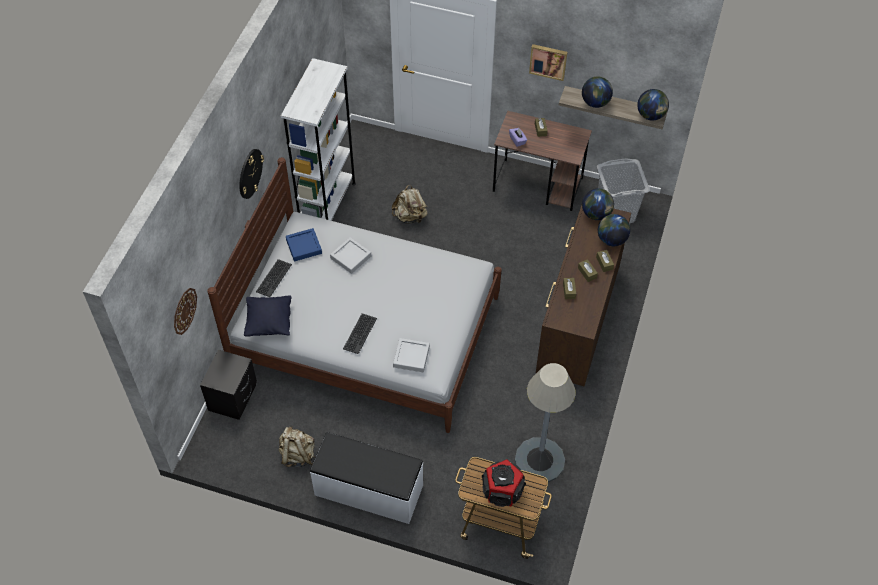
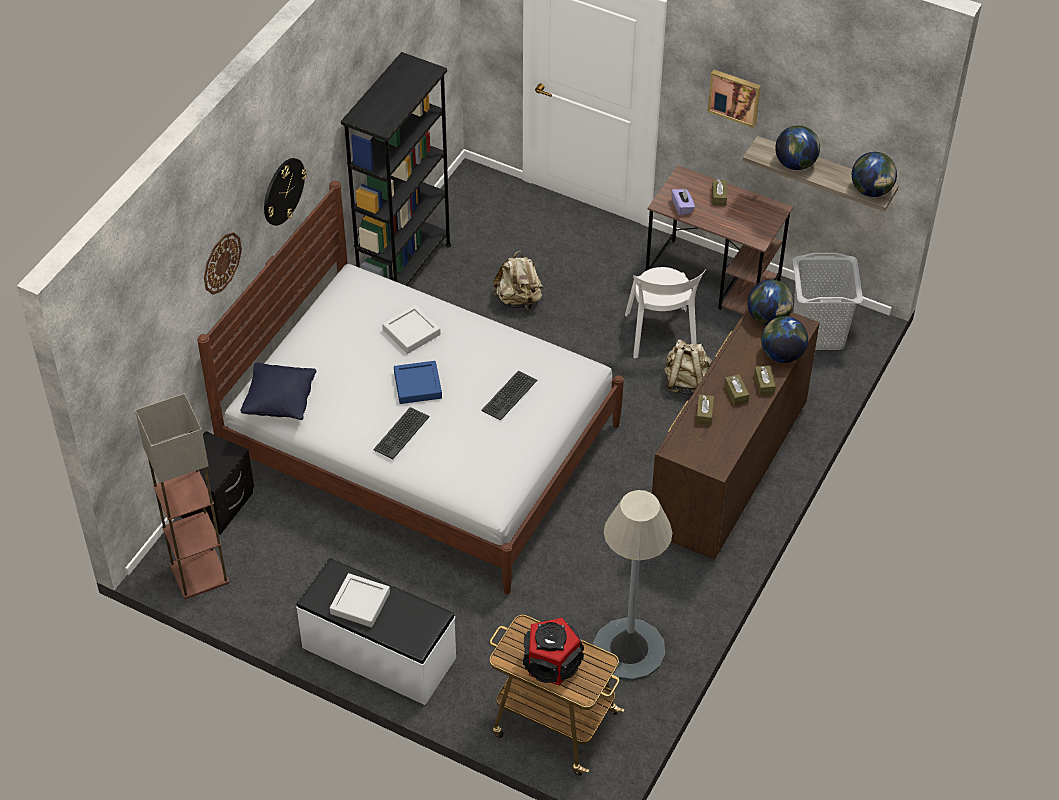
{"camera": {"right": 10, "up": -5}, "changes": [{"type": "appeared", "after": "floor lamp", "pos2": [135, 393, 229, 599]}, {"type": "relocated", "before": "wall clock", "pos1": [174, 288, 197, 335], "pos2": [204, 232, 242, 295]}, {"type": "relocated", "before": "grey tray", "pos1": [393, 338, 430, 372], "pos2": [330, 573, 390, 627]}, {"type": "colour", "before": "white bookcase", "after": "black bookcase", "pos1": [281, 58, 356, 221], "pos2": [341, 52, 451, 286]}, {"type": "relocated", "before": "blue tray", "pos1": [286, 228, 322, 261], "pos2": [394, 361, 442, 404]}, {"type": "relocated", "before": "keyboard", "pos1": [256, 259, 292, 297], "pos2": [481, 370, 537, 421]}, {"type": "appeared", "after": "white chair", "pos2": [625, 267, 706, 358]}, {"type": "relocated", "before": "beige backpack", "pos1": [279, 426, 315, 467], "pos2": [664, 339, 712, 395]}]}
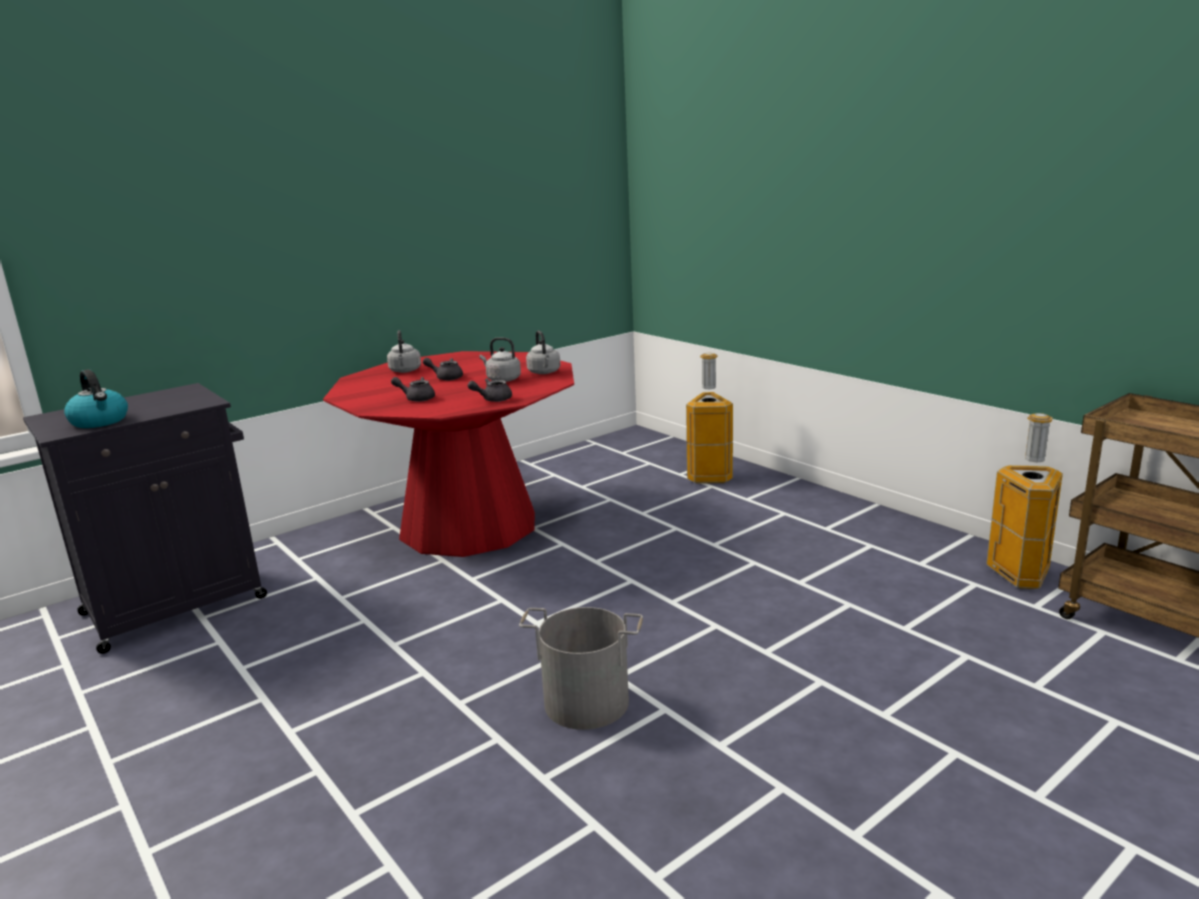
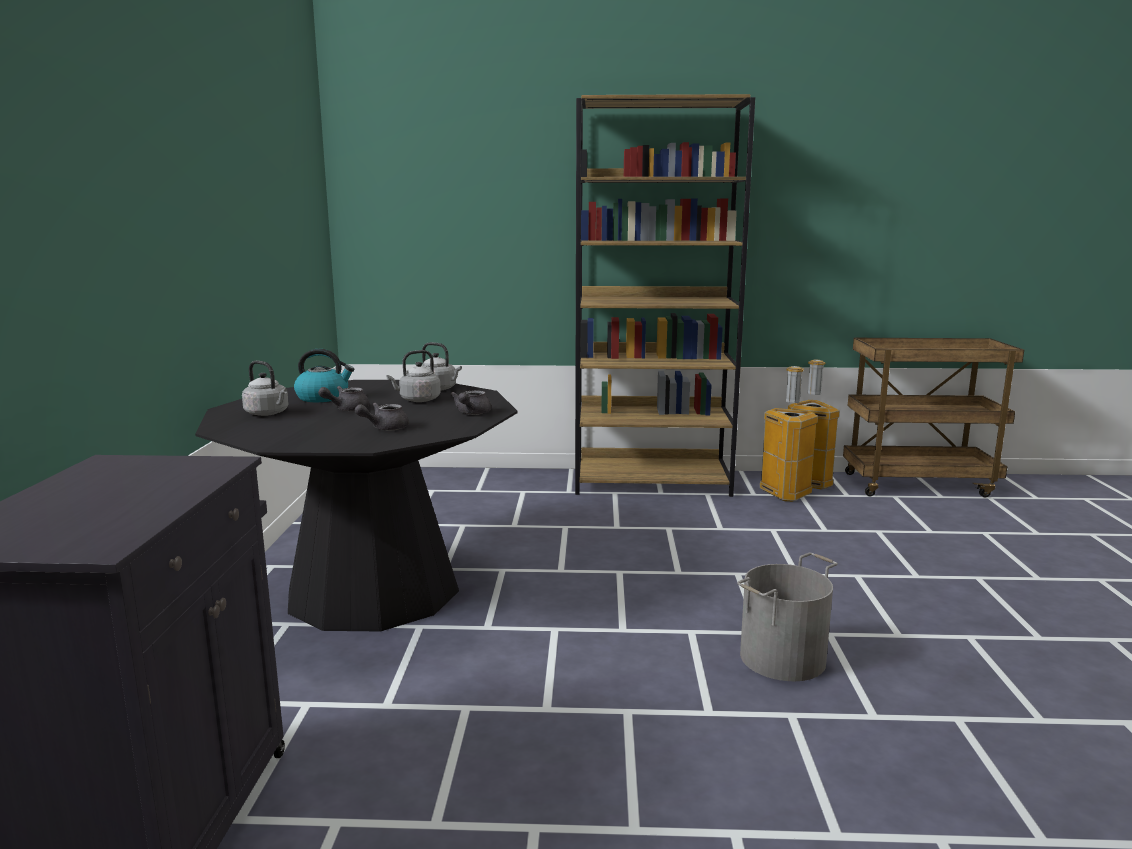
{"camera": {"right": -50, "up": -5}, "changes": [{"type": "colour", "before": "red dining table", "after": "black dining table", "pos1": [323, 351, 574, 557], "pos2": [195, 380, 517, 632]}, {"type": "relocated", "before": "kettle", "pos1": [64, 369, 128, 428], "pos2": [294, 349, 354, 402]}, {"type": "appeared", "after": "brown bookcase", "pos2": [575, 94, 755, 497]}, {"type": "relocated", "before": "trash can", "pos1": [686, 353, 733, 484], "pos2": [760, 366, 818, 502]}]}
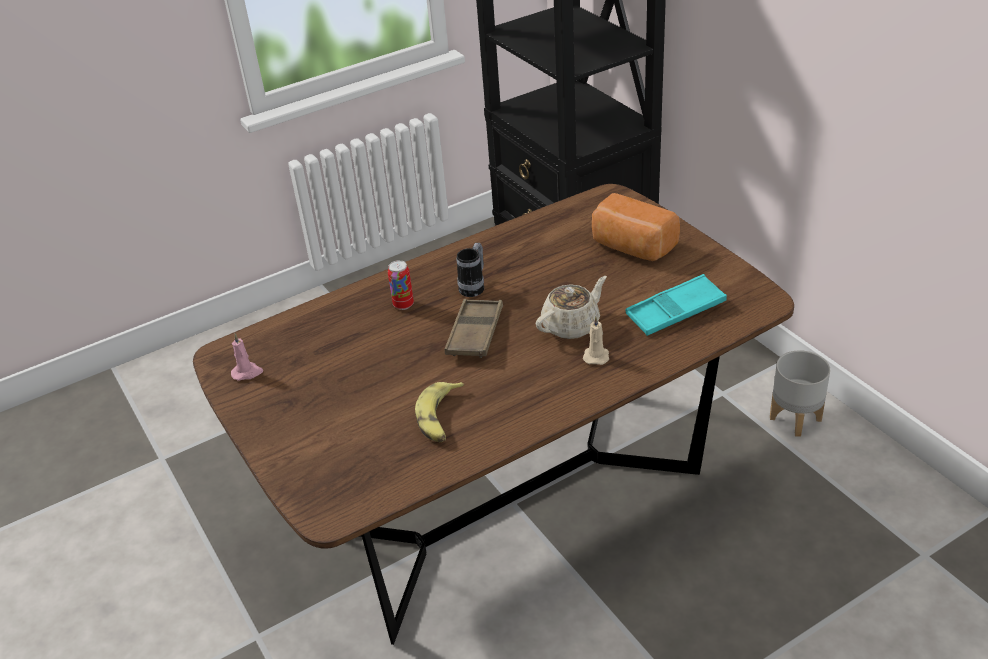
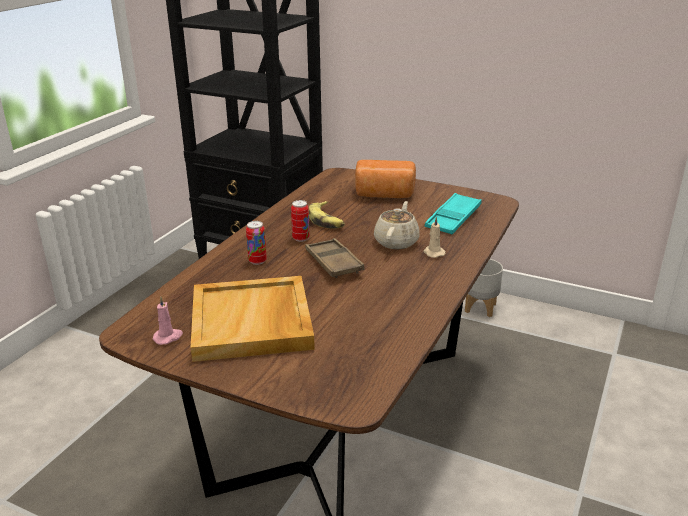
{"camera": {"right": -35, "up": -10}, "changes": [{"type": "appeared", "after": "beige tray", "pos2": [190, 276, 315, 362]}, {"type": "exchanged", "before": "mug", "after": "can", "pos1": [457, 243, 484, 297], "pos2": [291, 200, 309, 242]}, {"type": "relocated", "before": "banana", "pos1": [415, 382, 464, 442], "pos2": [309, 201, 345, 229]}]}
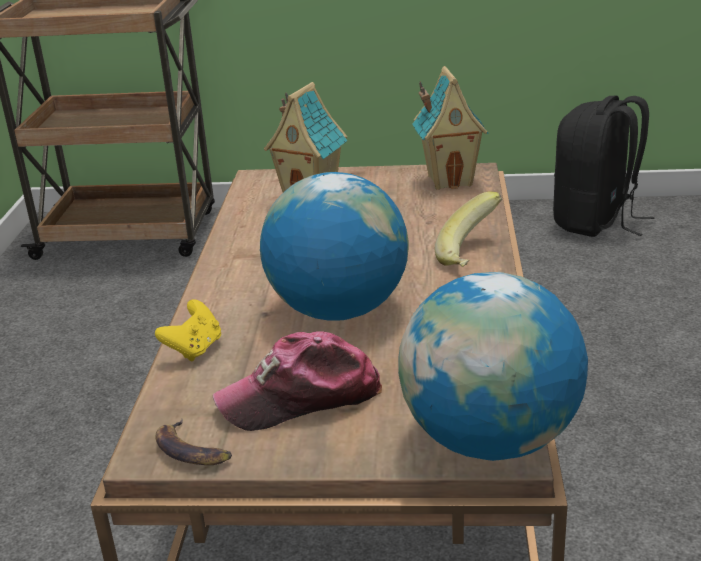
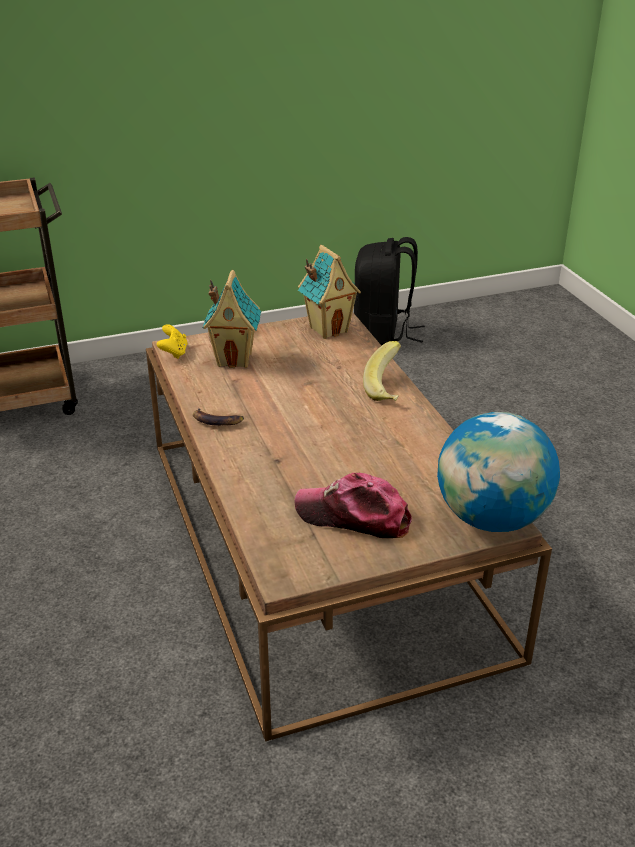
{"camera": {"right": -25, "up": 5}, "changes": [{"type": "relocated", "before": "yellow game controller", "pos1": [155, 300, 221, 362], "pos2": [157, 324, 188, 359]}, {"type": "relocated", "before": "banana", "pos1": [155, 419, 232, 465], "pos2": [193, 408, 244, 426]}, {"type": "spun", "before": "cap", "pos1": [213, 331, 382, 431], "pos2": [295, 473, 412, 538], "turn": 60}, {"type": "missing", "before": "globe", "pos1": [260, 172, 409, 321]}]}
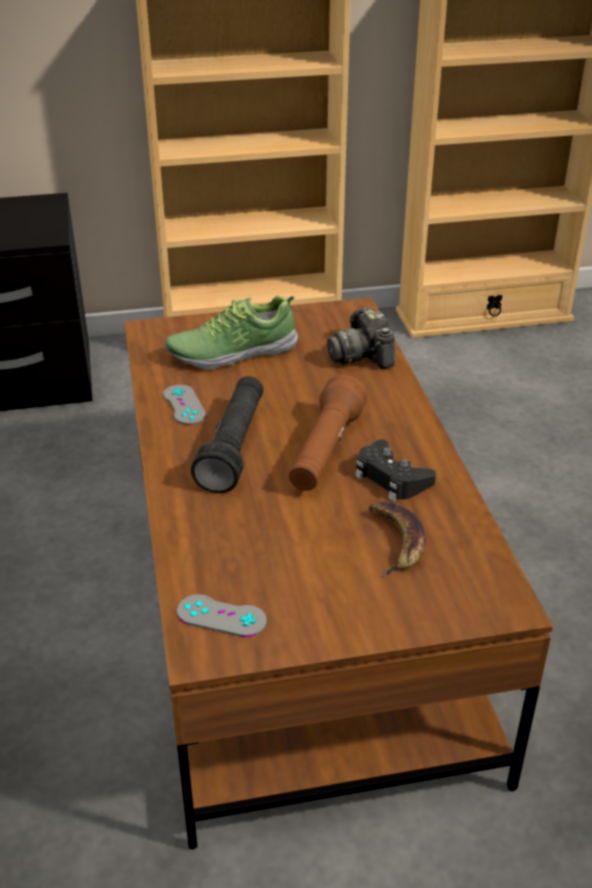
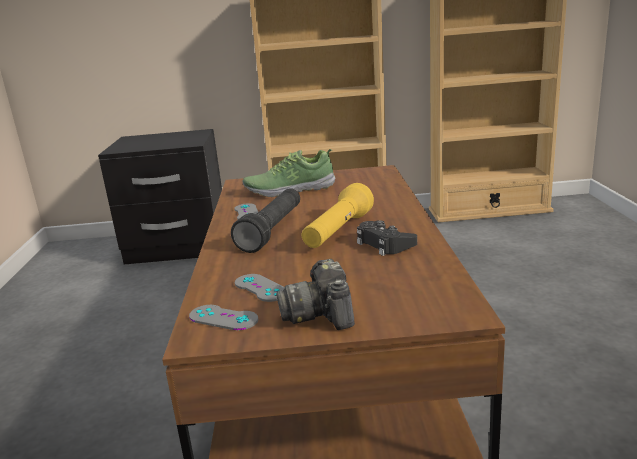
{"camera": {"right": 10, "up": -15}, "changes": [{"type": "appeared", "after": "grey game controller", "pos2": [235, 274, 285, 302]}, {"type": "relocated", "before": "photo camera", "pos1": [327, 307, 395, 369], "pos2": [276, 259, 355, 330]}, {"type": "colour", "before": "brown flashlight", "after": "yellow flashlight", "pos1": [289, 375, 367, 491], "pos2": [302, 183, 374, 248]}, {"type": "missing", "before": "banana", "pos1": [369, 502, 426, 577]}]}
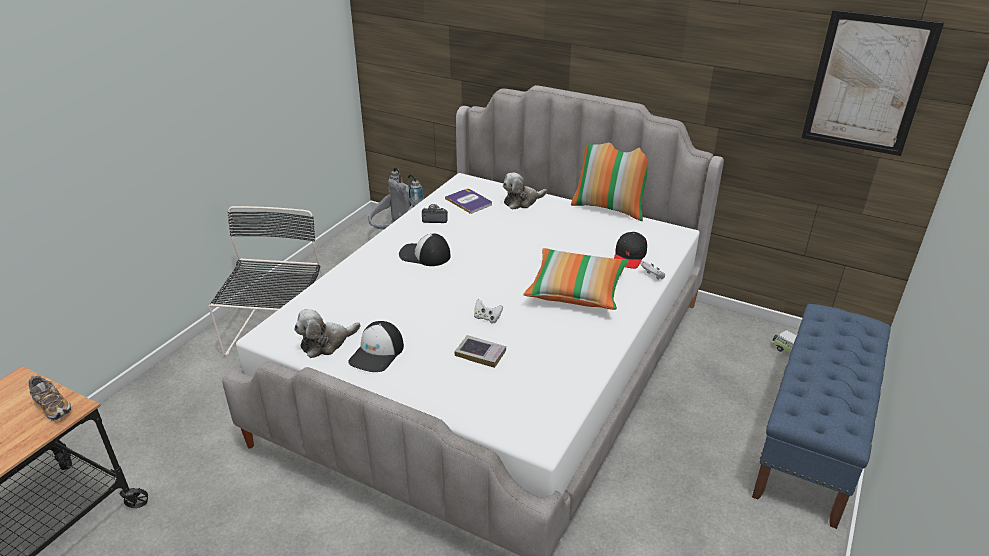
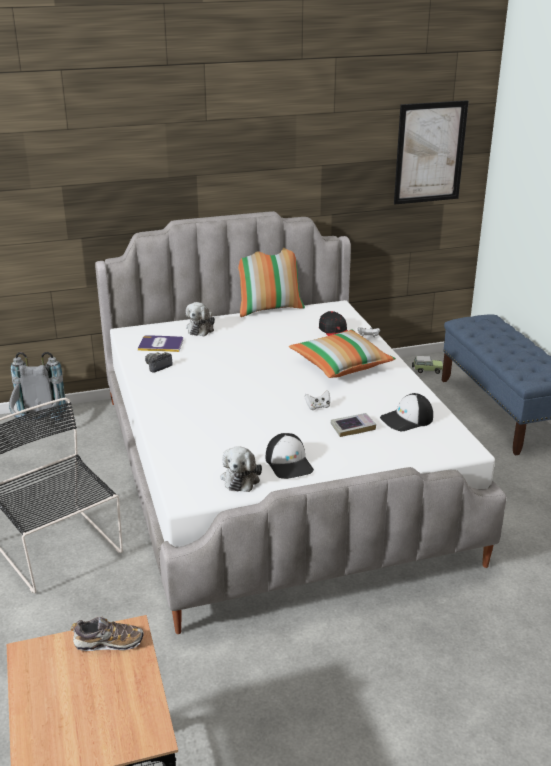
{"camera": {"right": -45, "up": -5}, "changes": [{"type": "relocated", "before": "cap", "pos1": [399, 234, 450, 266], "pos2": [380, 393, 433, 431]}]}
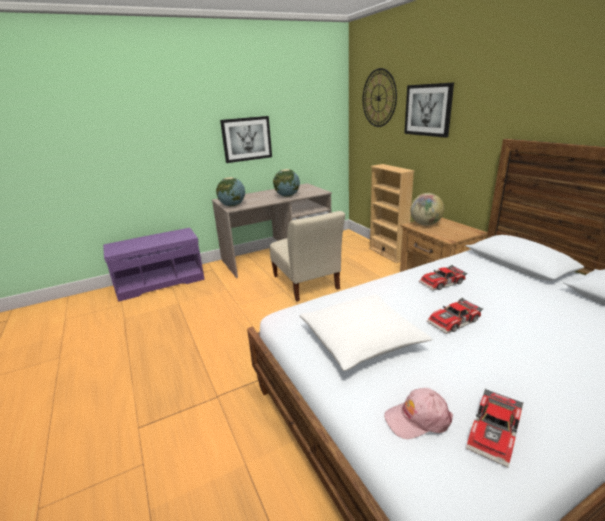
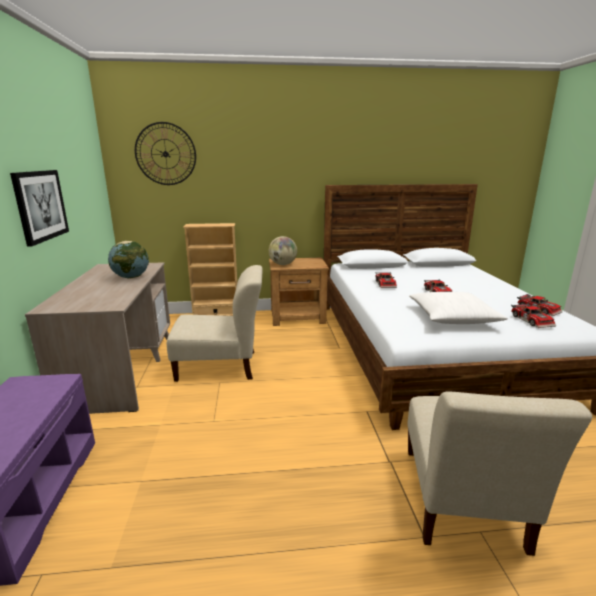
{"camera": {"right": -70, "up": -5}, "changes": [{"type": "appeared", "after": "beige chair", "pos2": [407, 392, 592, 556]}, {"type": "exchanged", "before": "pink cap", "after": "toy car", "pos1": [384, 388, 453, 439], "pos2": [511, 304, 556, 328]}, {"type": "missing", "before": "globe", "pos1": [216, 177, 245, 207]}, {"type": "missing", "before": "picture", "pos1": [404, 83, 454, 138]}]}
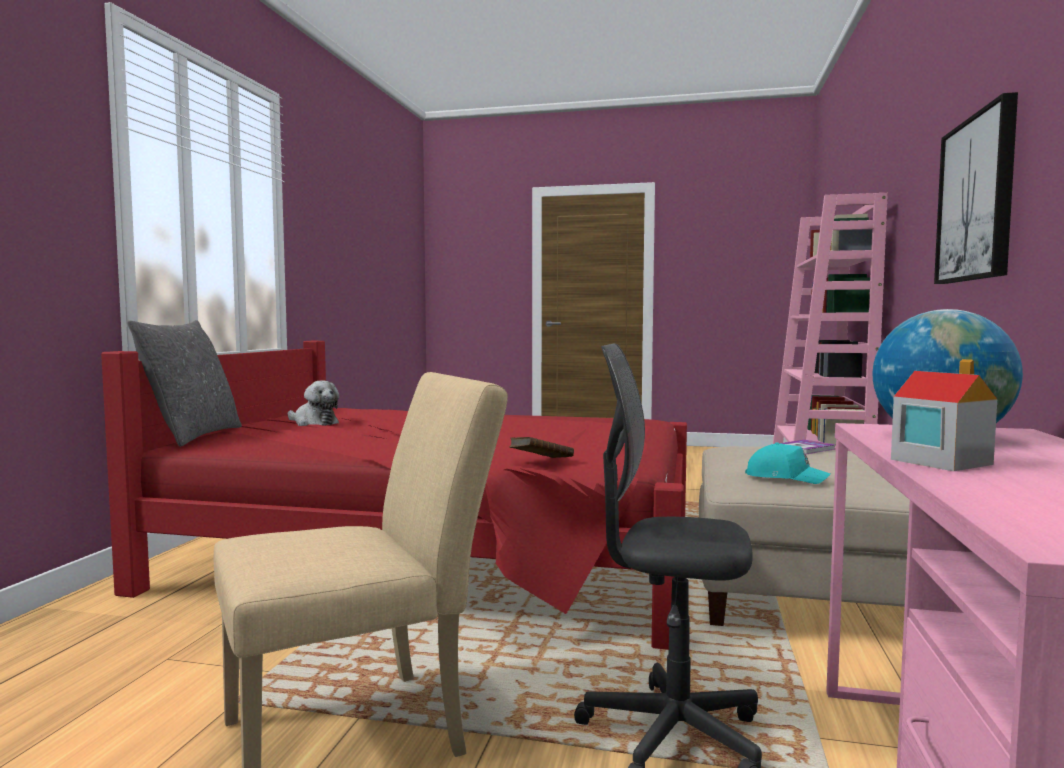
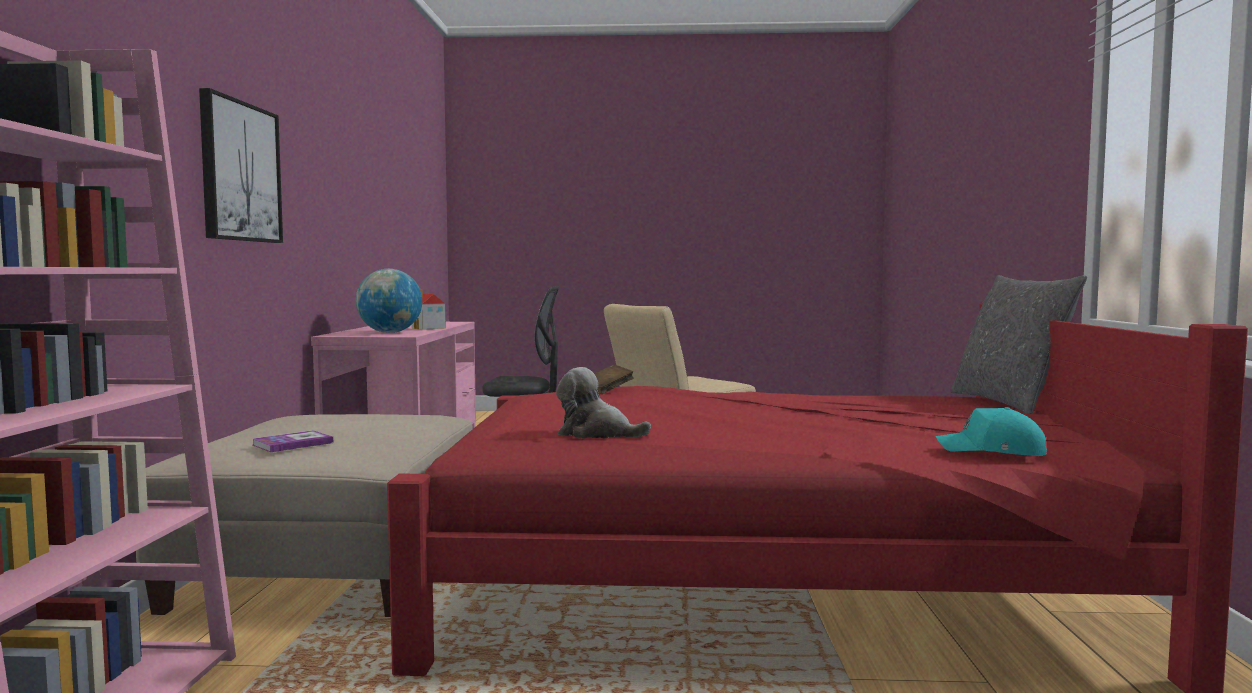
{"camera": {"right": 170, "up": 0}, "changes": [{"type": "relocated", "before": "plush toy", "pos1": [288, 381, 339, 426], "pos2": [556, 367, 651, 438]}, {"type": "relocated", "before": "turquoise cap", "pos1": [745, 443, 830, 484], "pos2": [936, 407, 1047, 456]}]}
